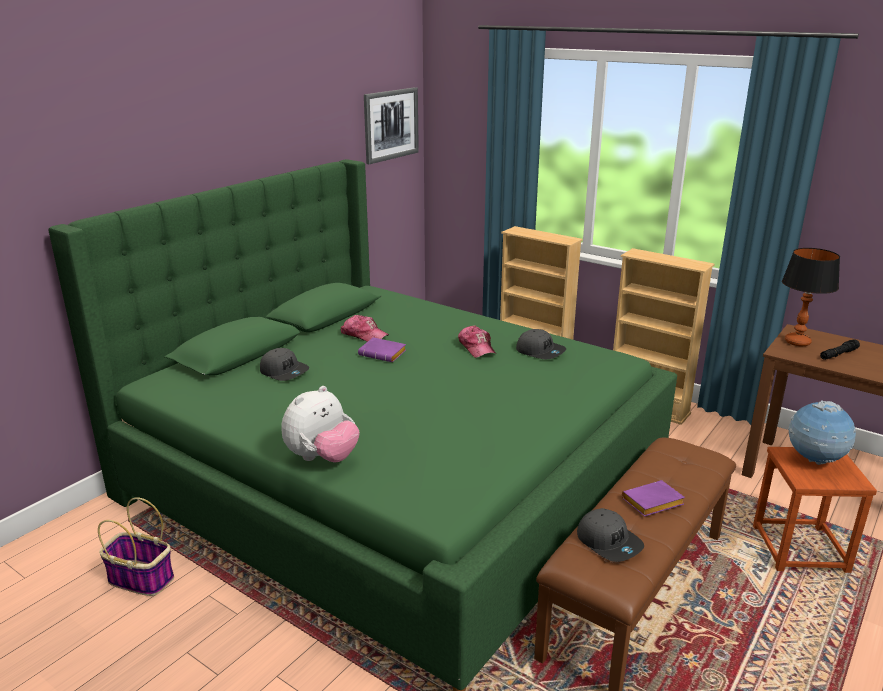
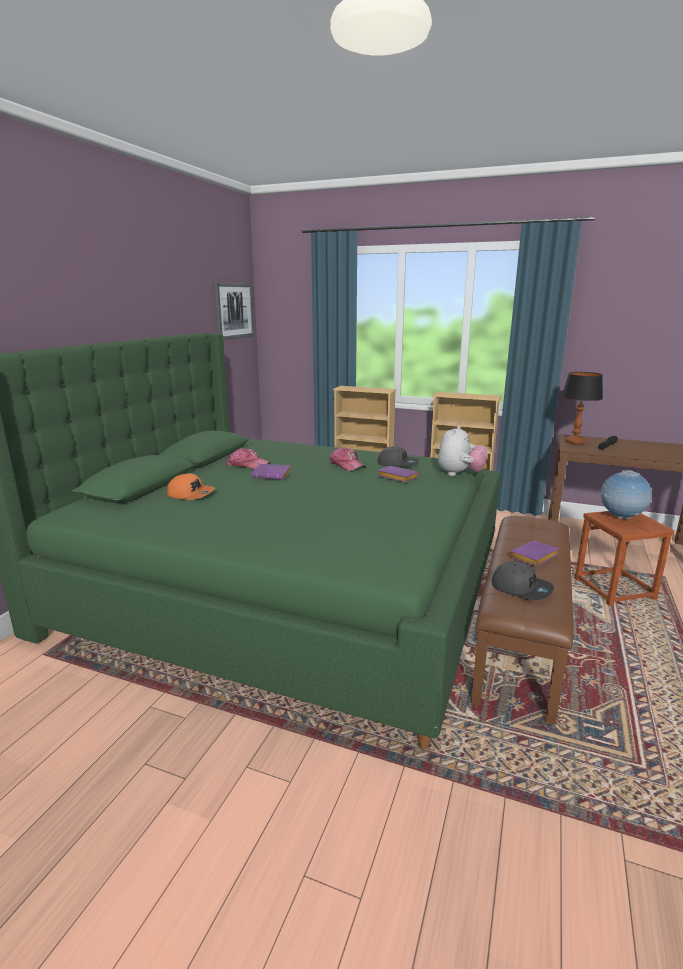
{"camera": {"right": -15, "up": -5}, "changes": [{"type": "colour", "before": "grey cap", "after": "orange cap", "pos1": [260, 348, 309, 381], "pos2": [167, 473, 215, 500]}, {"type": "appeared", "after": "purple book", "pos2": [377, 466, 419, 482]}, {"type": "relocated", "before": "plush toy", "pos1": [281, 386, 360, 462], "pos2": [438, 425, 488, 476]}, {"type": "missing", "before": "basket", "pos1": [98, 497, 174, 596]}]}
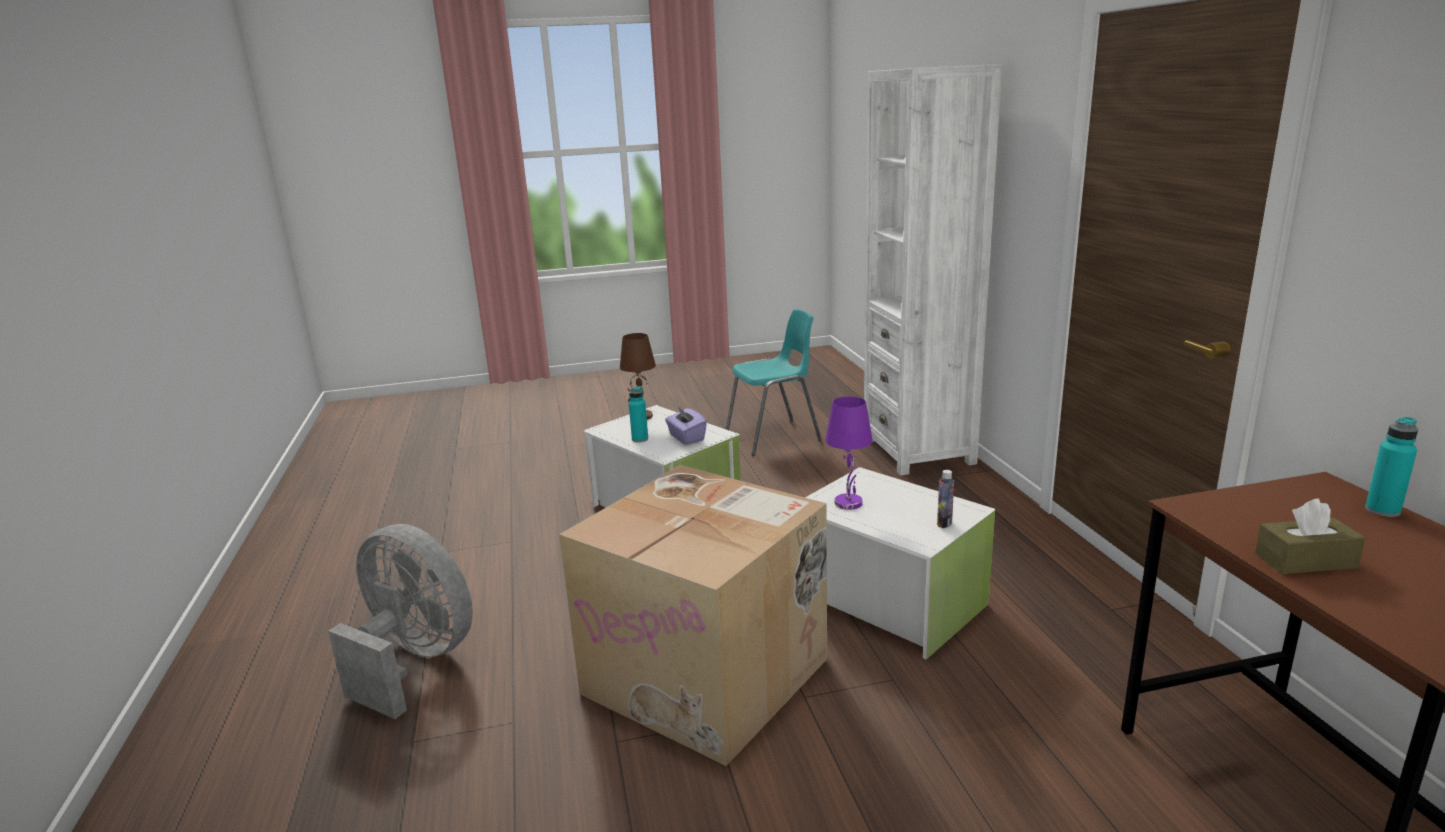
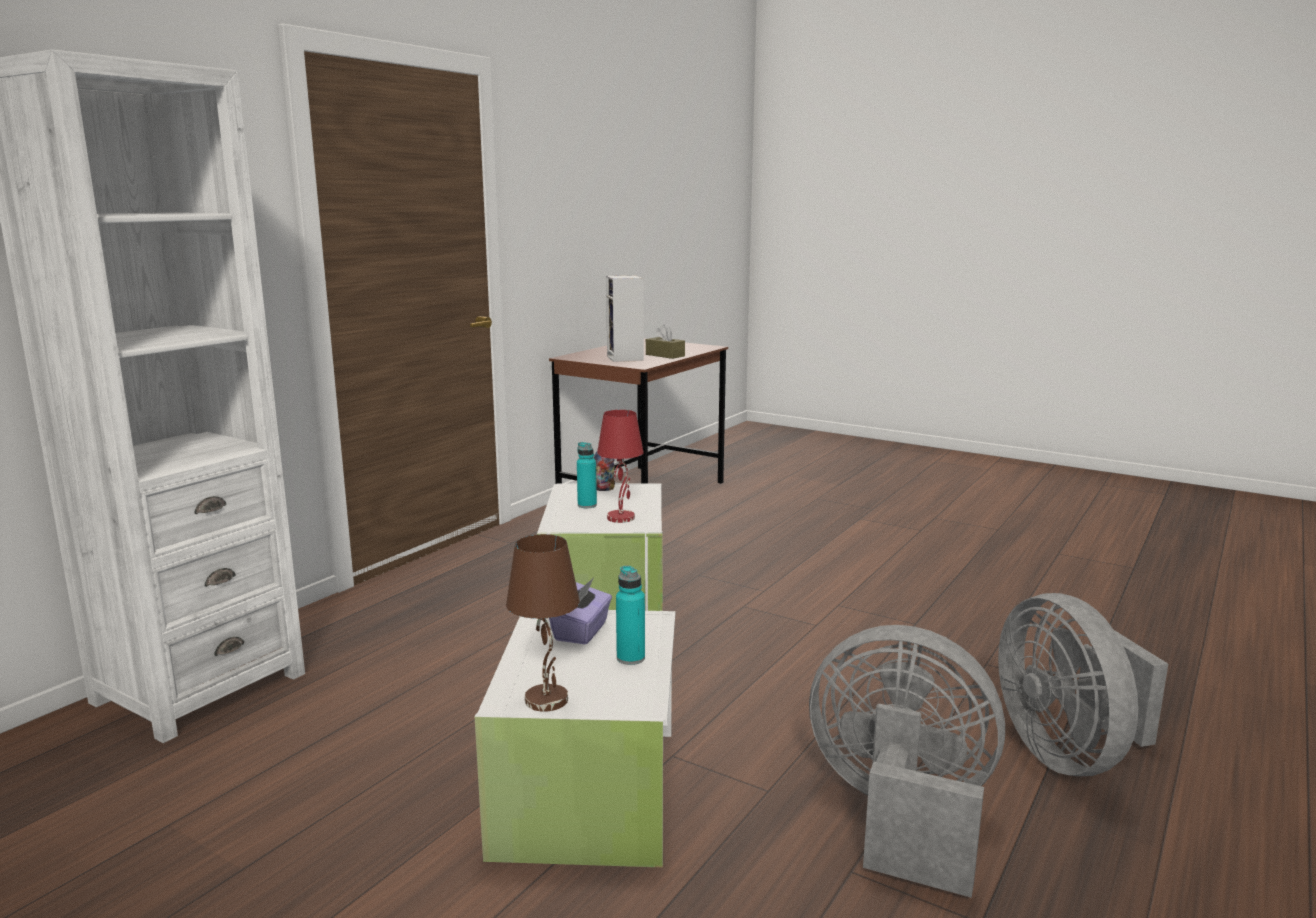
{"camera": {"right": -135, "up": -5}, "changes": [{"type": "relocated", "before": "turquoise bottle", "pos1": [1365, 417, 1418, 517], "pos2": [577, 442, 597, 508]}, {"type": "colour", "before": "purple table lamp", "after": "red table lamp", "pos1": [825, 396, 873, 510], "pos2": [597, 410, 644, 523]}, {"type": "appeared", "after": "speaker", "pos2": [606, 275, 644, 362]}, {"type": "appeared", "after": "grey fan", "pos2": [809, 625, 1005, 898]}, {"type": "missing", "before": "cardboard box", "pos1": [559, 465, 827, 766]}, {"type": "missing", "before": "turquoise chair", "pos1": [726, 309, 822, 456]}]}
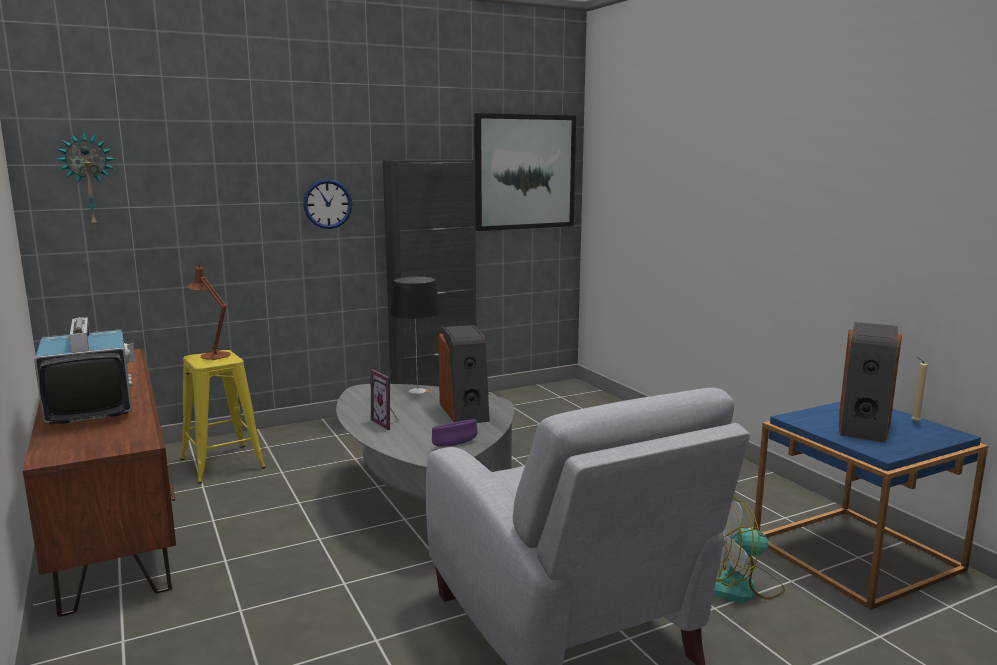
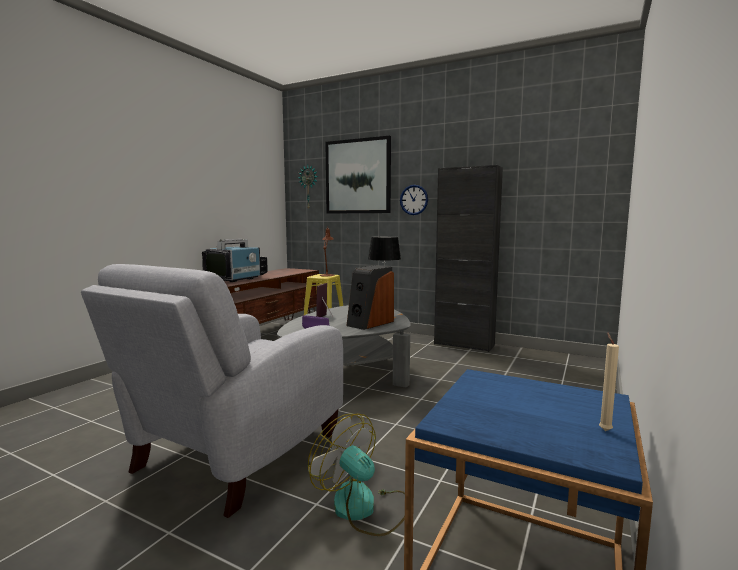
{"camera": {"right": 55, "up": -5}, "changes": [{"type": "relocated", "before": "picture", "pos1": [474, 113, 576, 231], "pos2": [325, 136, 391, 214]}, {"type": "missing", "before": "speaker", "pos1": [839, 322, 902, 442]}]}
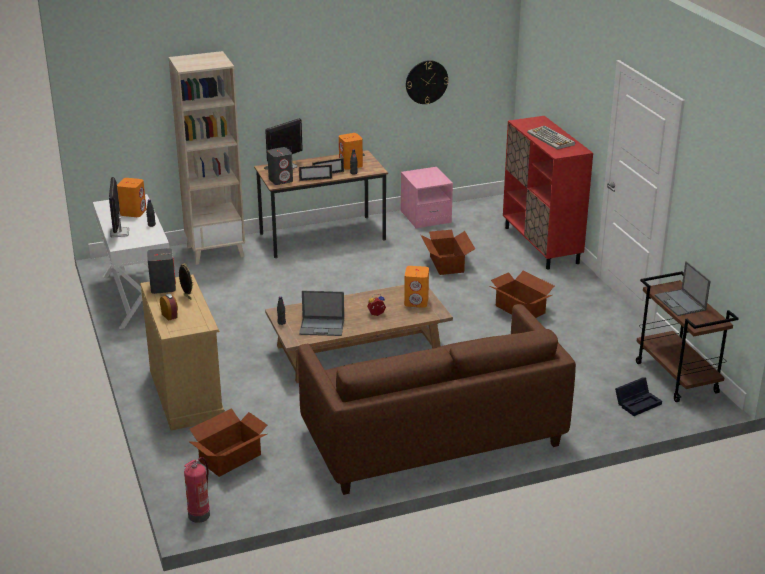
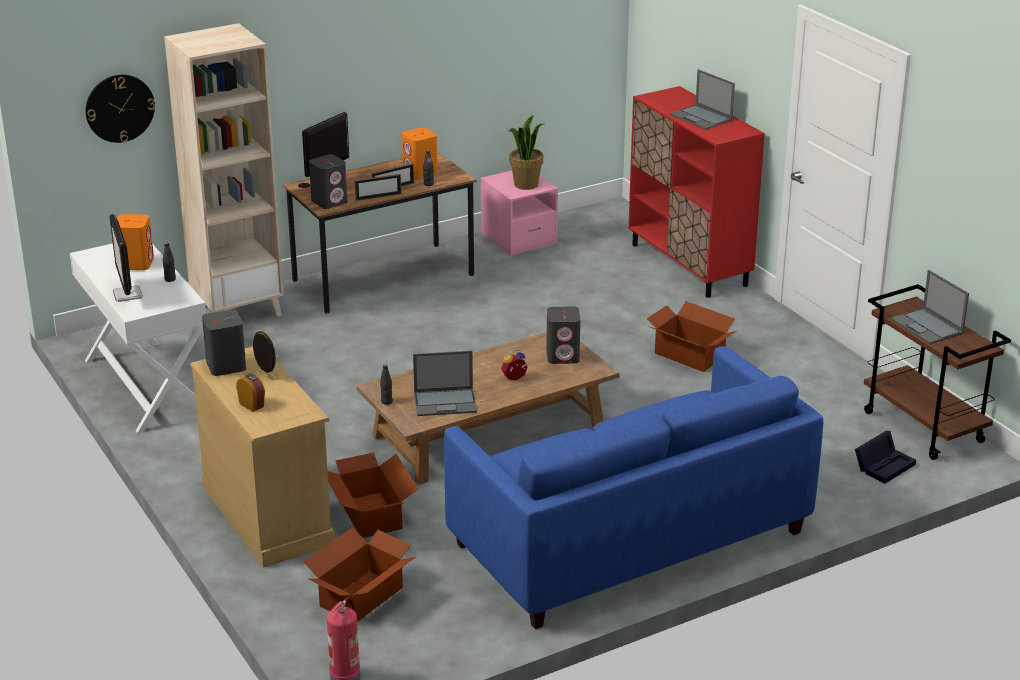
{"camera": {"right": -10, "up": 0}, "changes": [{"type": "relocated", "before": "wall clock", "pos1": [406, 60, 448, 104], "pos2": [86, 75, 155, 143]}, {"type": "relocated", "before": "cardboard box", "pos1": [421, 230, 475, 275], "pos2": [328, 452, 418, 538]}, {"type": "colour", "before": "brown sofa", "after": "blue sofa", "pos1": [298, 304, 576, 495], "pos2": [444, 346, 823, 629]}, {"type": "appeared", "after": "potted plant", "pos2": [508, 115, 543, 190]}, {"type": "colour", "before": "orange speaker", "after": "grey speaker", "pos1": [404, 266, 429, 308], "pos2": [546, 306, 580, 364]}, {"type": "exchanged", "before": "keyboard", "after": "laptop", "pos1": [527, 126, 575, 149], "pos2": [670, 69, 735, 130]}]}
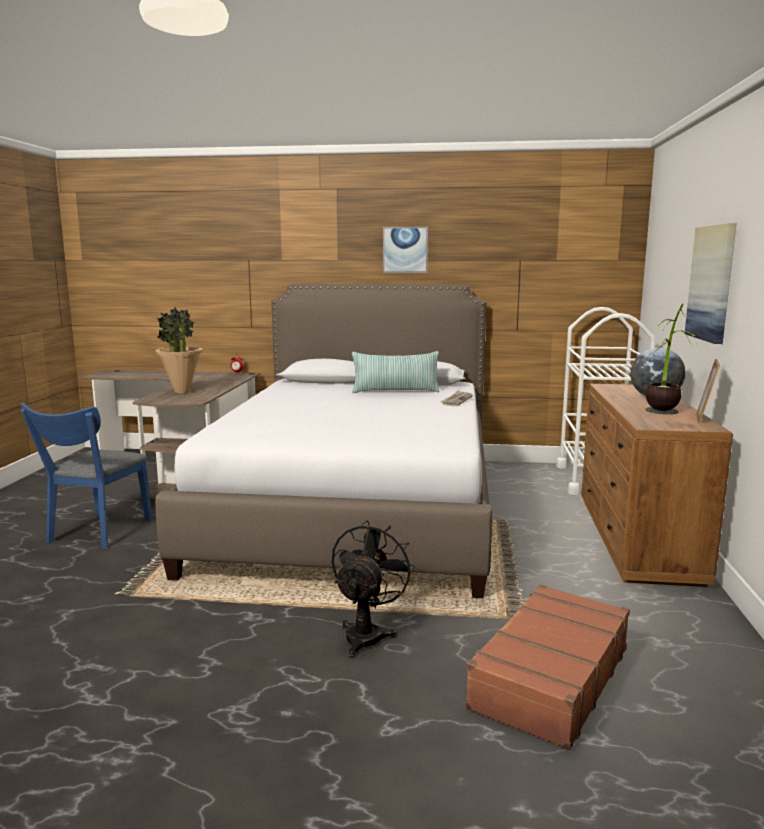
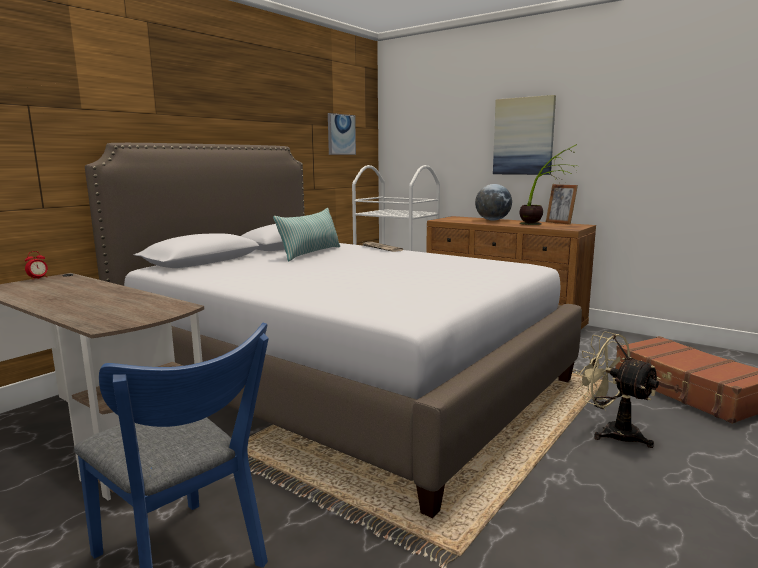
{"camera": {"right": -60, "up": 0}, "changes": [{"type": "relocated", "before": "picture", "pos1": [383, 227, 428, 273], "pos2": [328, 113, 356, 155]}, {"type": "colour", "before": "black fan", "after": "beige fan", "pos1": [332, 521, 415, 658], "pos2": [576, 331, 660, 448]}, {"type": "missing", "before": "potted plant", "pos1": [155, 307, 203, 394]}]}
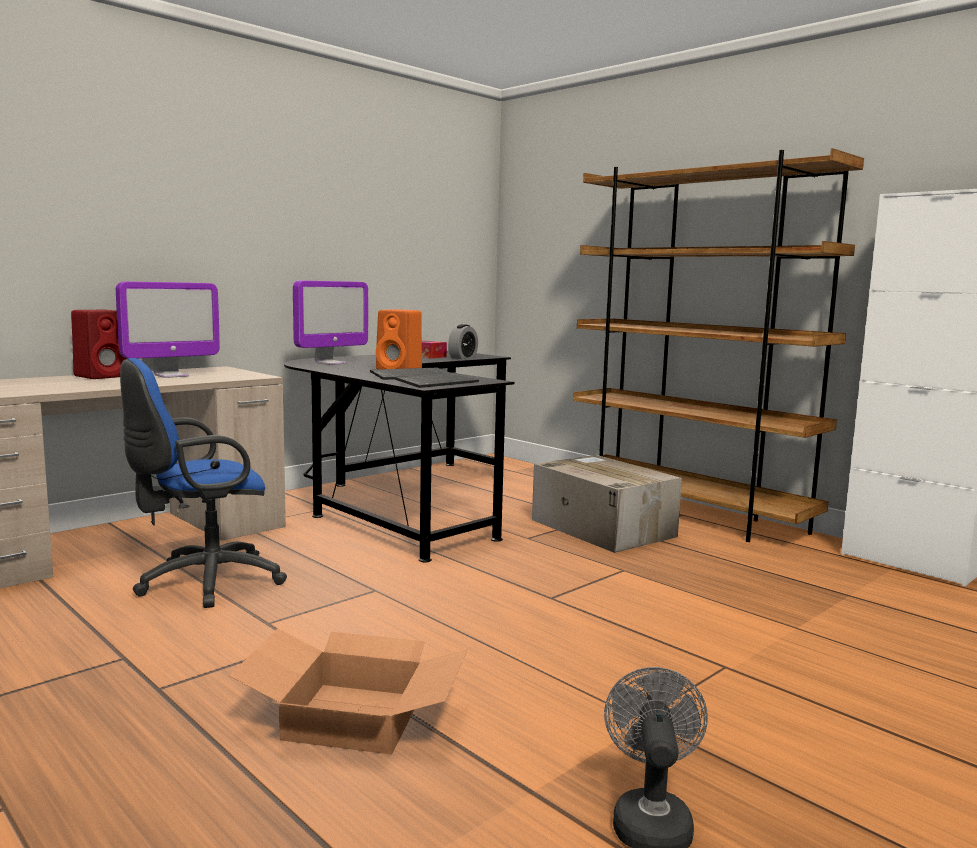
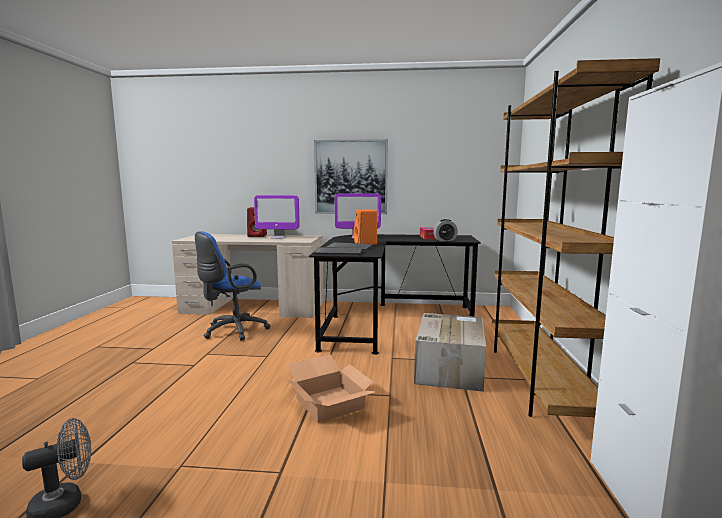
{"camera": {"right": 50, "up": 0}, "changes": [{"type": "spun", "before": "blue office chair", "pos1": [120, 358, 287, 608], "pos2": [195, 231, 270, 341], "turn": -60}, {"type": "relocated", "before": "cardboard box", "pos1": [229, 628, 468, 755], "pos2": [287, 354, 378, 423]}, {"type": "appeared", "after": "picture", "pos2": [314, 139, 388, 214]}]}
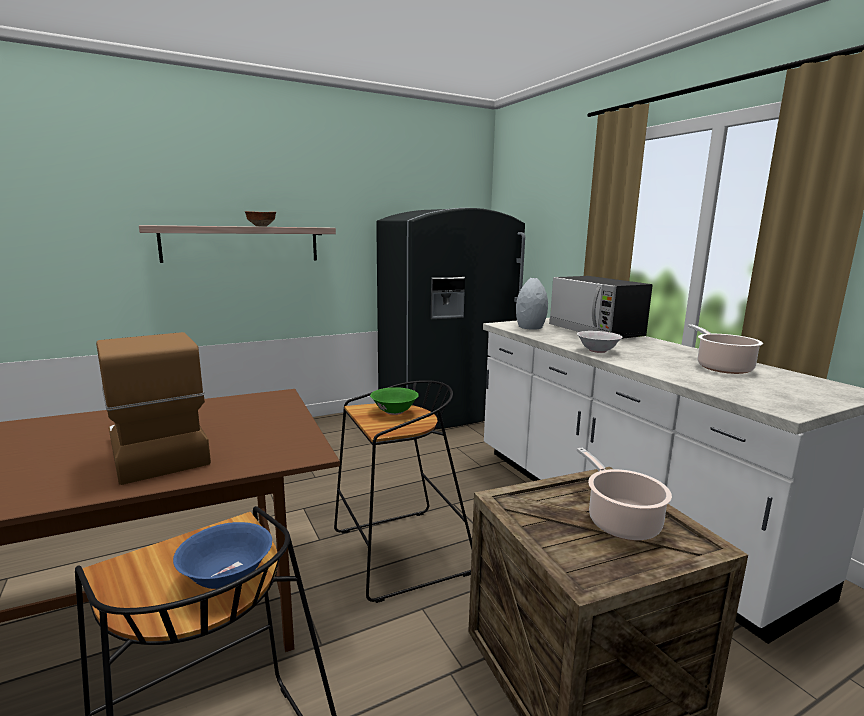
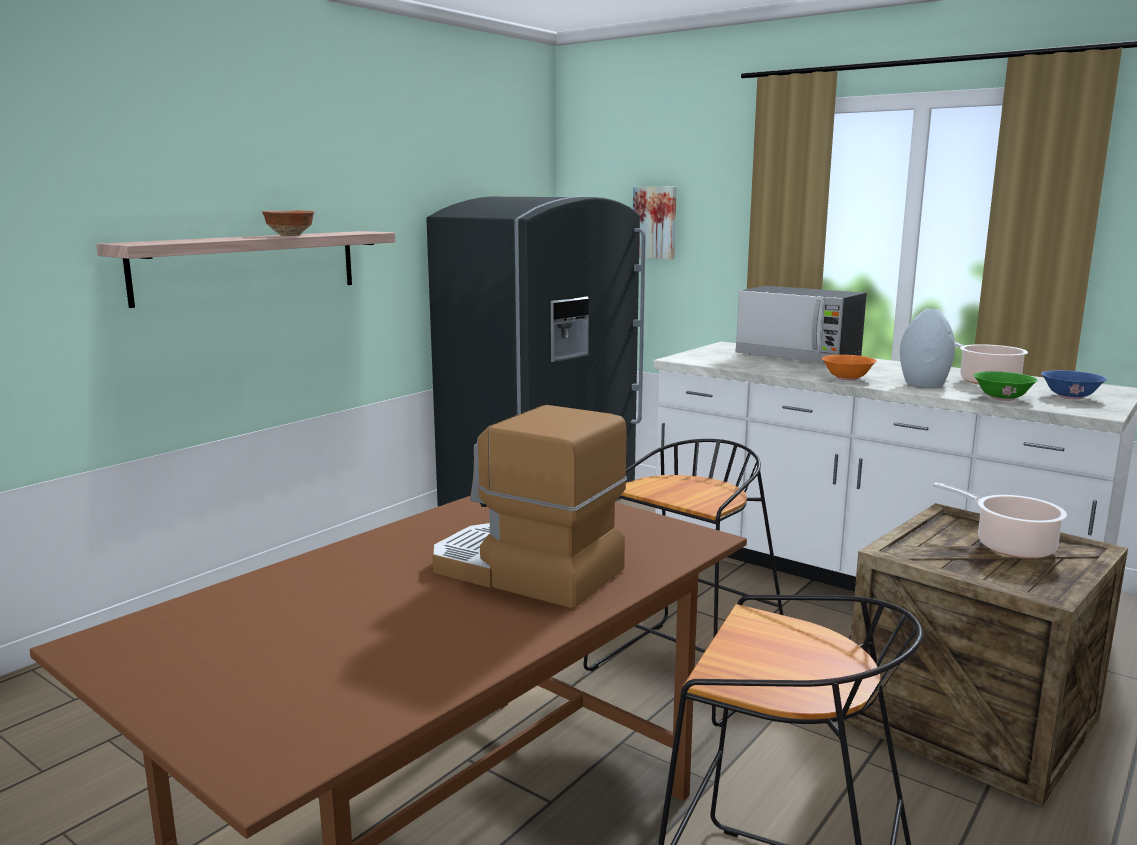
{"camera": {"right": -25, "up": 0}, "changes": [{"type": "appeared", "after": "picture", "pos2": [633, 187, 677, 260]}, {"type": "colour", "before": "white bowl", "after": "orange bowl", "pos1": [577, 331, 623, 353], "pos2": [822, 355, 877, 381]}, {"type": "relocated", "before": "grey vase", "pos1": [516, 278, 548, 330], "pos2": [900, 309, 955, 387]}, {"type": "relocated", "before": "green bowl", "pos1": [370, 387, 419, 415], "pos2": [973, 371, 1038, 401]}, {"type": "relocated", "before": "blue bowl", "pos1": [173, 522, 272, 589], "pos2": [1041, 370, 1107, 399]}]}
